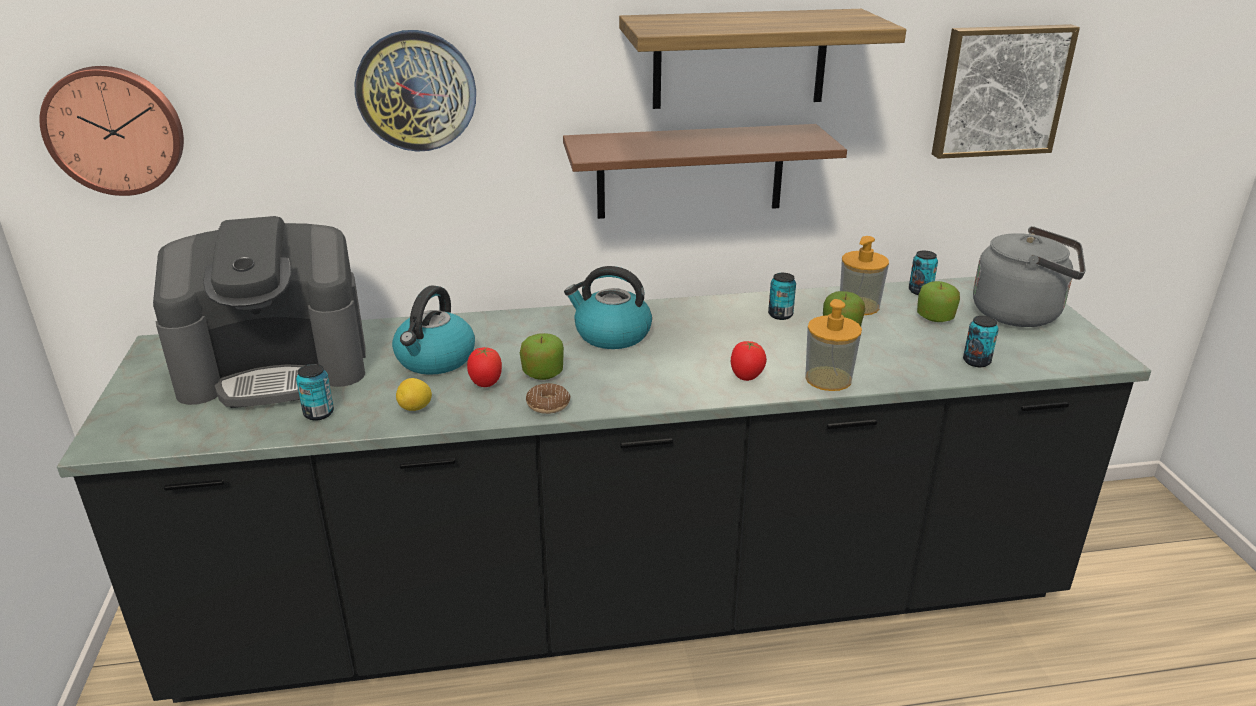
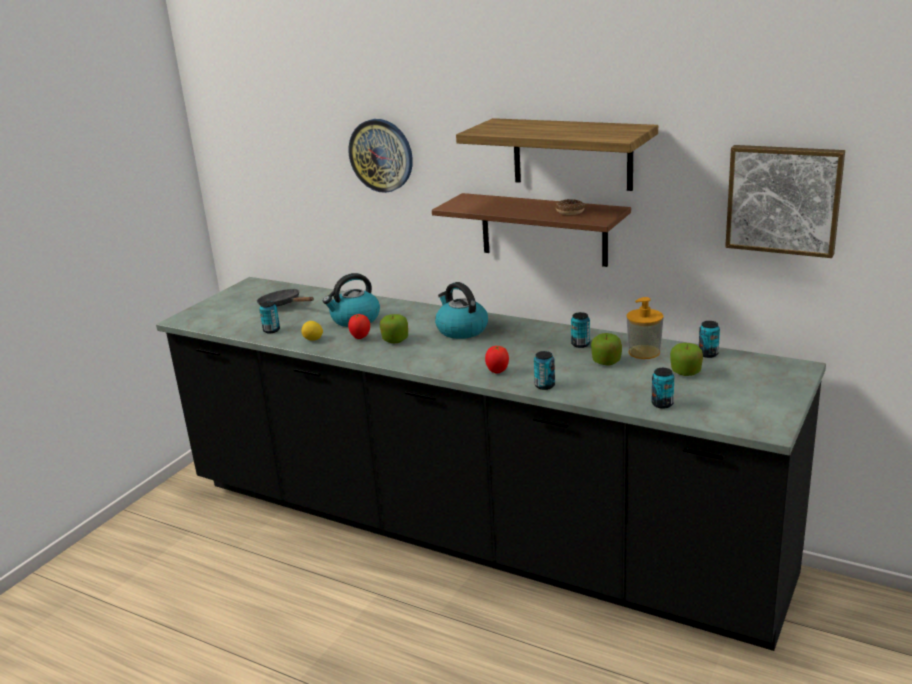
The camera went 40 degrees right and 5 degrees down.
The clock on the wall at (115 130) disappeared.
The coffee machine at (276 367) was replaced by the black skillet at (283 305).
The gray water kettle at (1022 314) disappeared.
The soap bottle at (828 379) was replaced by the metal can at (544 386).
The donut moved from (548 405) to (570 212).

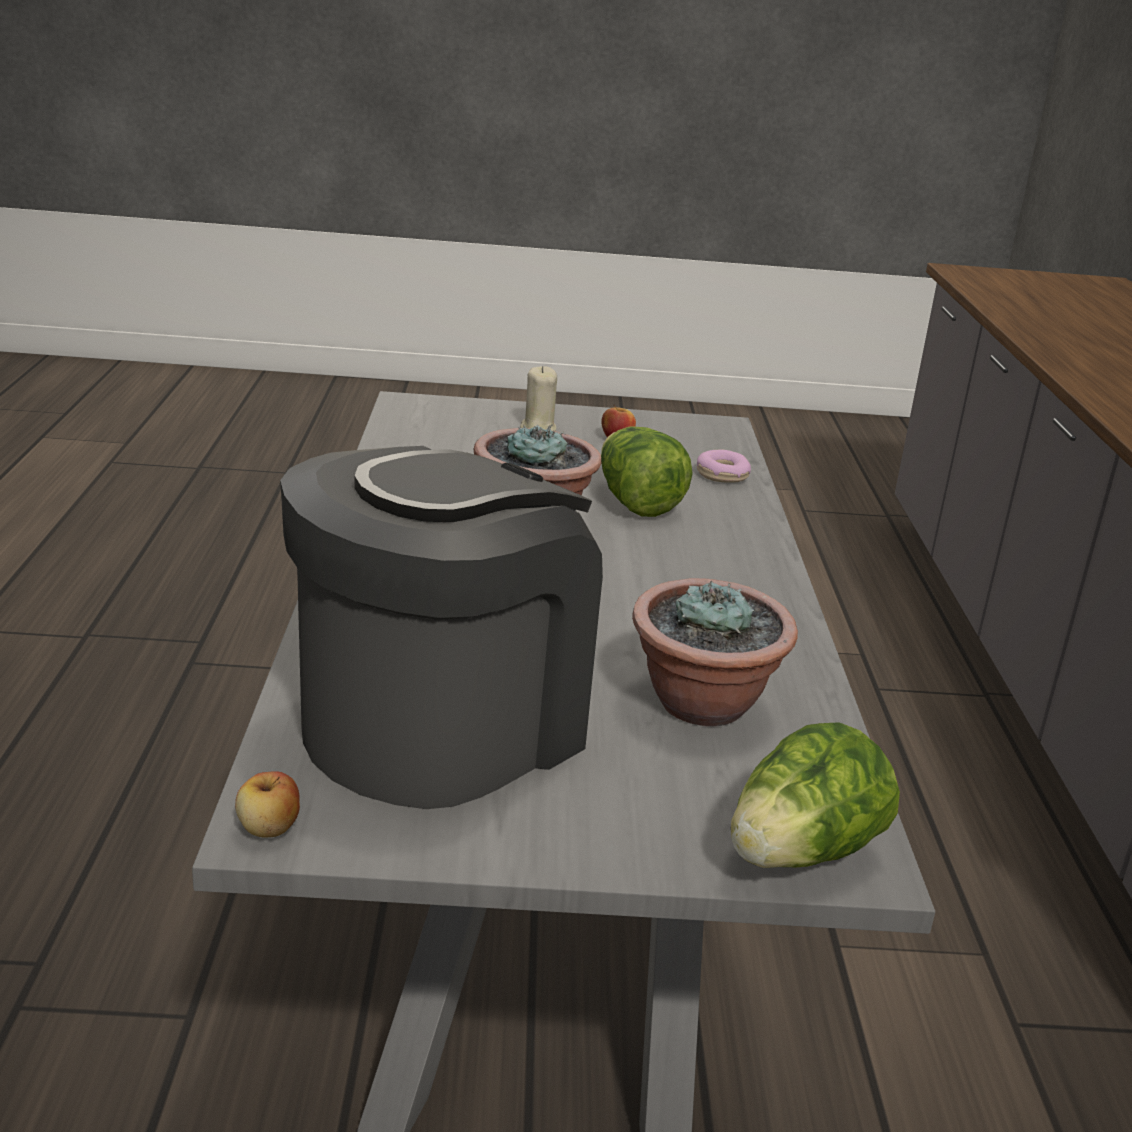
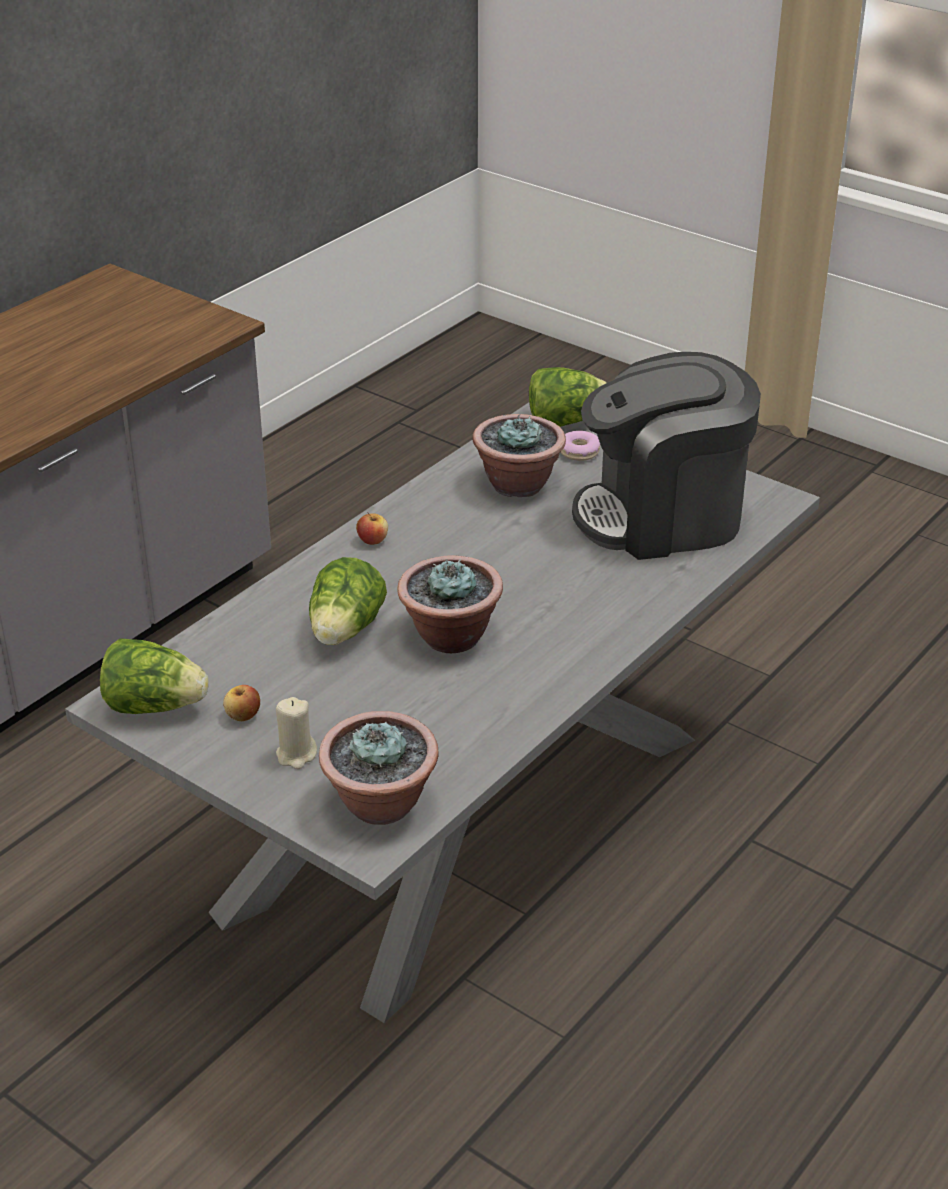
The camera went 140 degrees left and 10 degrees up.
The donut moved from (722 475) to (579 451).
The apple fruit moved from (269 829) to (373 540).
The head of lettuce at (154 706) appeared.
The plant in a pot at (381 805) appeared.

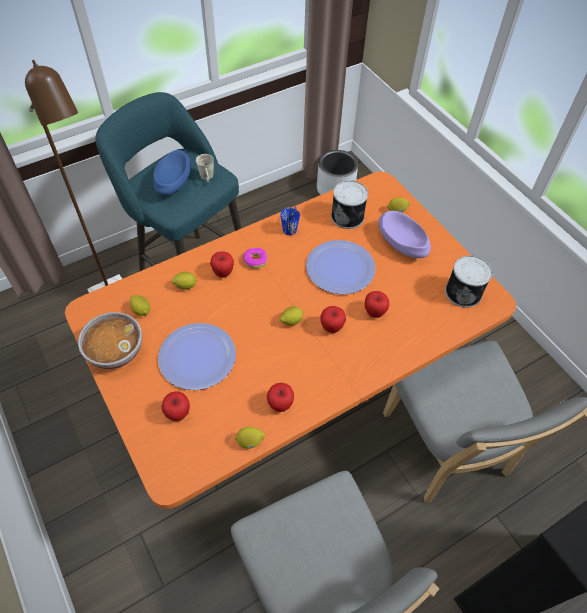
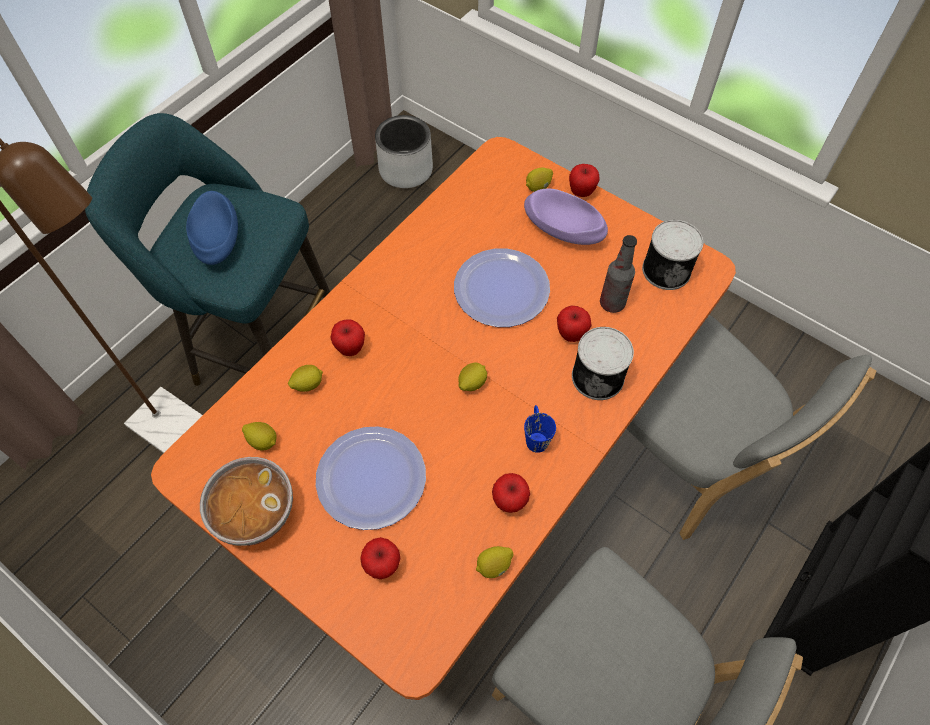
The camera went 20 degrees left and 5 degrees up.
The white tea mug at (207 178) disappeared.
The metal can moved from (348 216) to (598 375).
The blue tea mug moved from (291 226) to (536 435).
The donut at (255 260) disappeared.
The apple fruit moved from (331 327) to (581 192).
The drink bottle at (612 303) appeared.

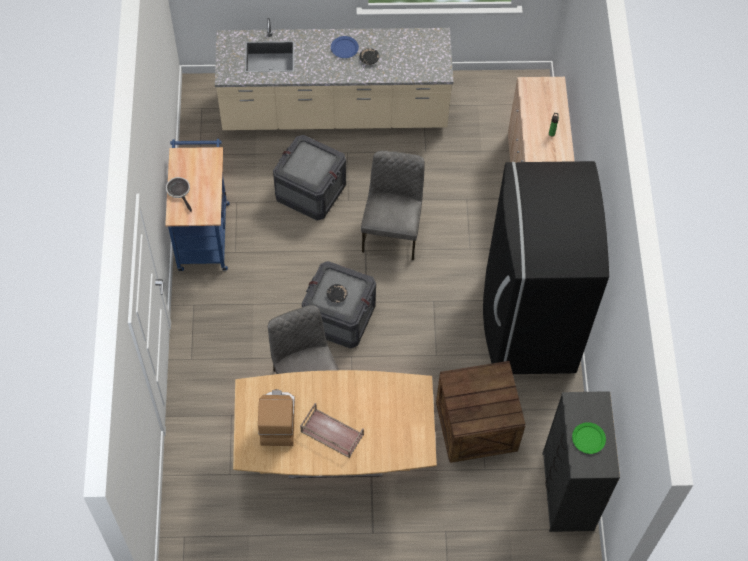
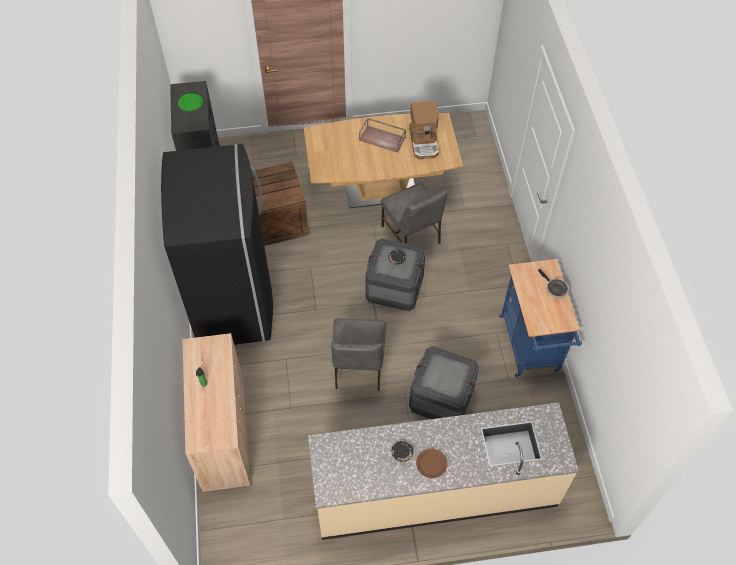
The camera went 175 degrees right and 5 degrees down.
The blue plate at (344 48) became the brown-coloured plate at (431 464).

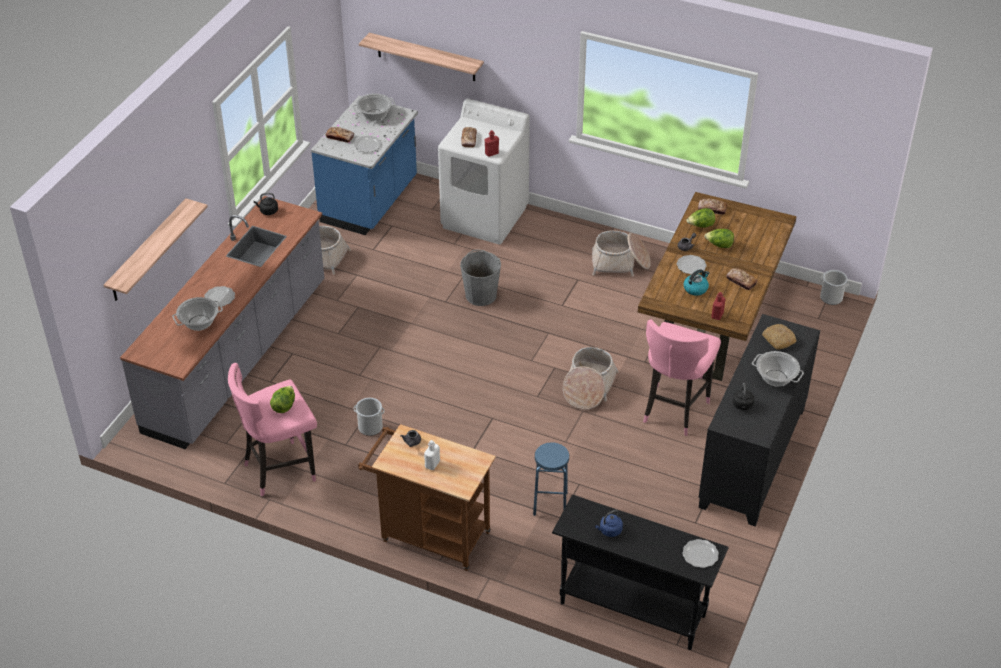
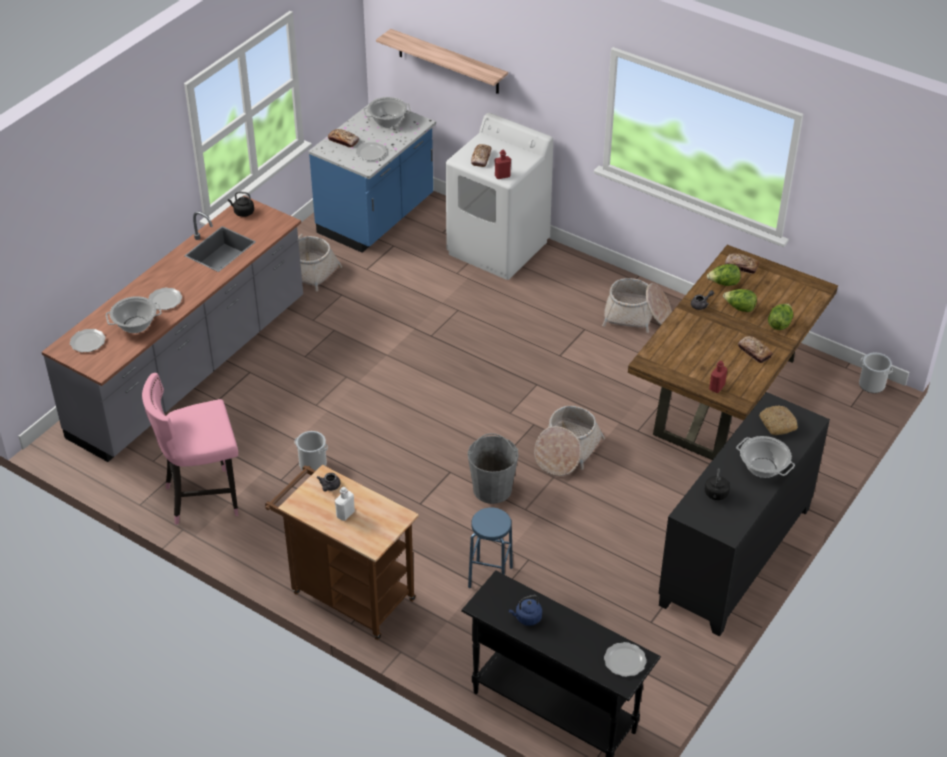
The camera went 10 degrees right and 0 degrees up.
The wall shelf at (148 251) disappeared.
The gray pail moved from (481 295) to (492 489).
The plate moved from (691 265) to (87 341).
The water kettle at (695 288) disappeared.
The pink stool at (674 409) disappeared.
The head of lettuce moved from (284 406) to (779 324).

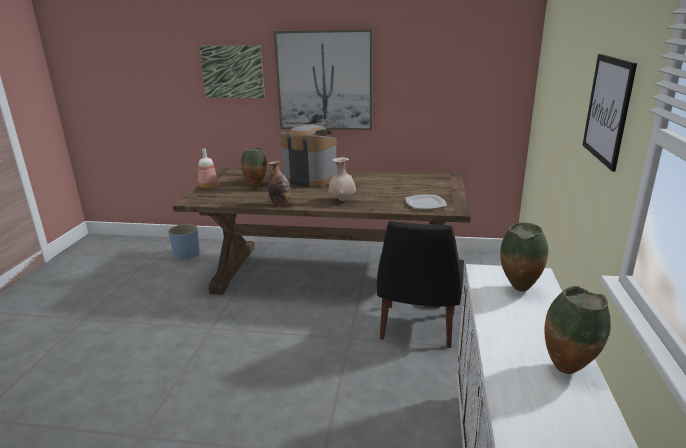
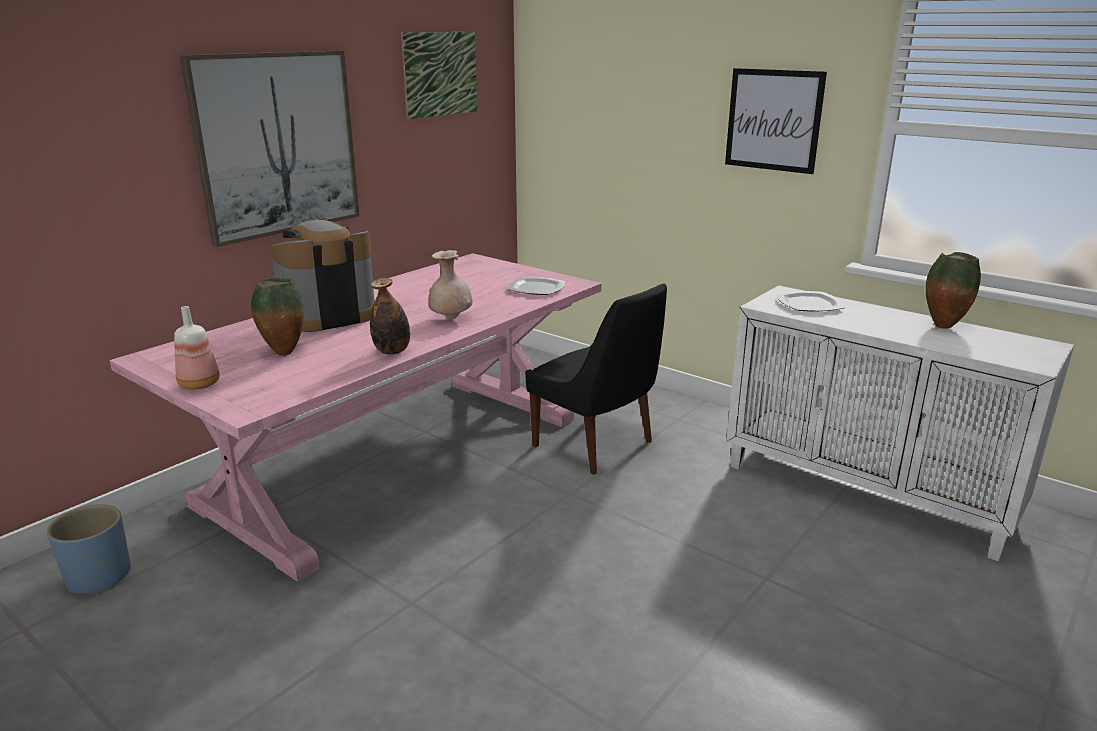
The camera went 60 degrees left and 0 degrees up.
The wall picture moved from (232 72) to (440 74).
The brown-coloured dining table at (329 274) became the pink dining table at (399 460).
The decorative vase at (519 290) was replaced by the plate at (810 304).

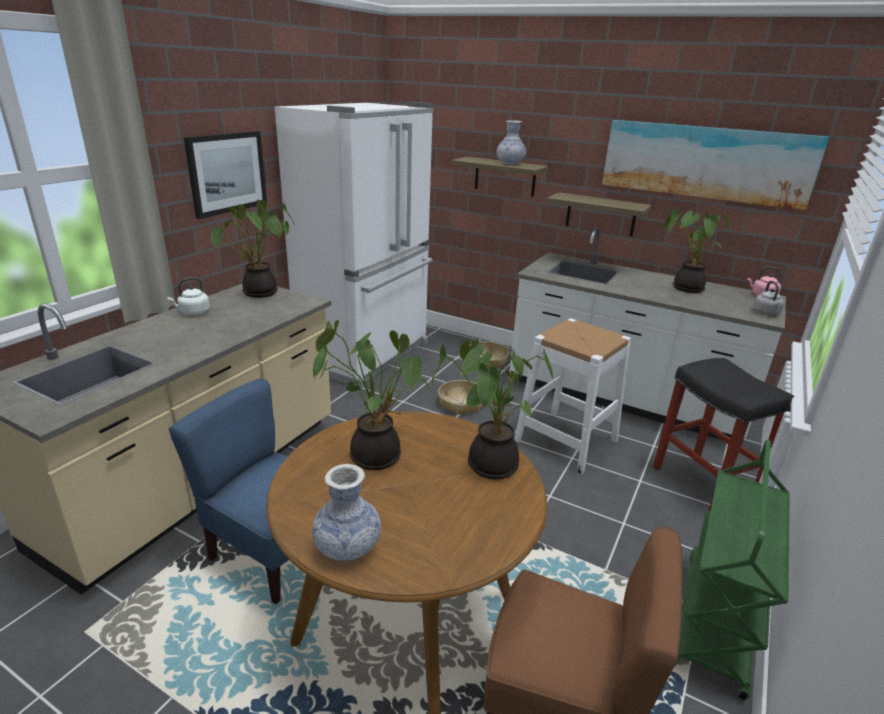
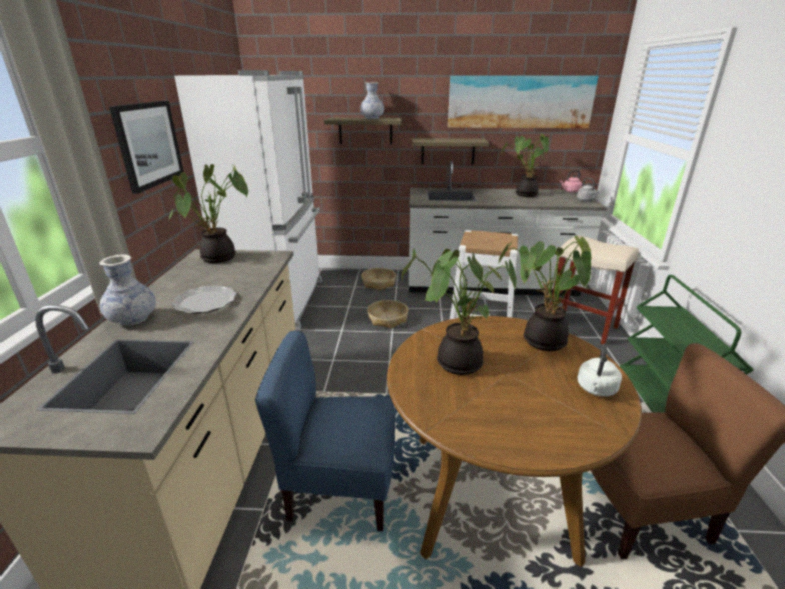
The camera went 25 degrees left and 0 degrees up.
The white water kettle moved from (193 312) to (596 389).
The black stool at (704 485) became the sand-coloured stool at (583 326).
The decorative vase moved from (347 547) to (133 319).
The plate at (205 302) appeared.

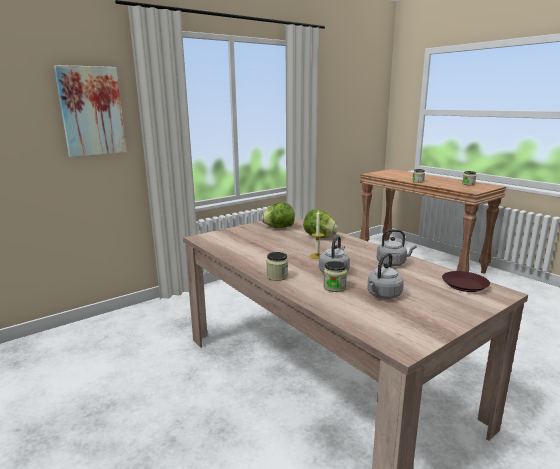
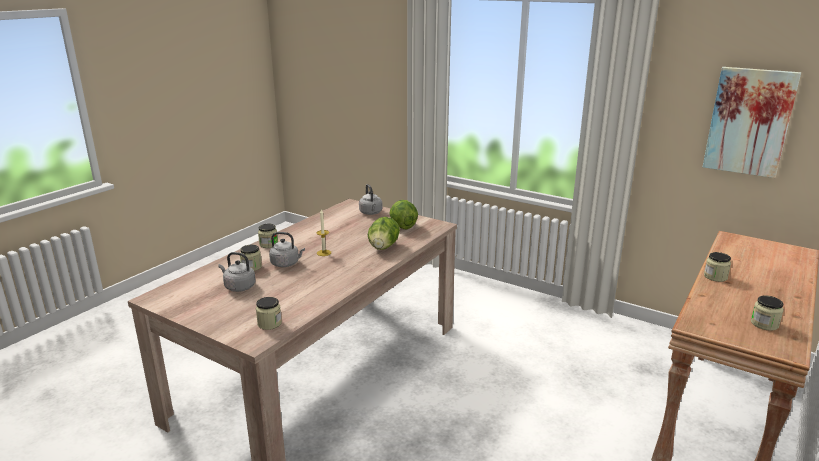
The camera went 70 degrees right and 5 degrees up.
The wall picture moved from (92 111) to (749 121).
The gray water kettle moved from (392 263) to (371 213).
The brown-coloured plate at (465 285) was replaced by the storage jar at (269 323).

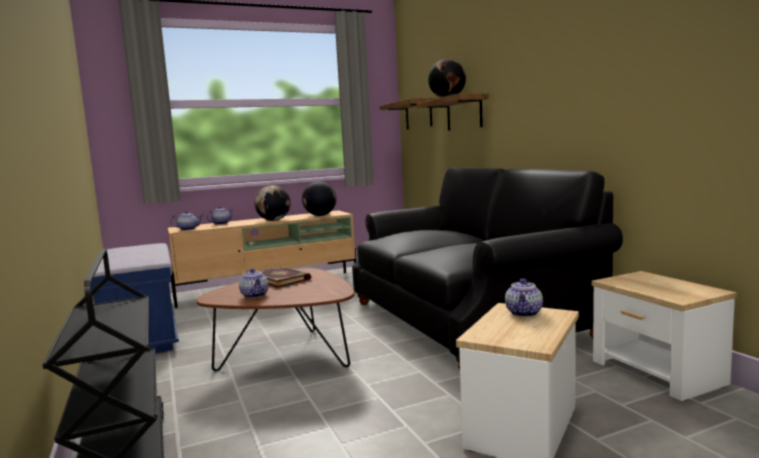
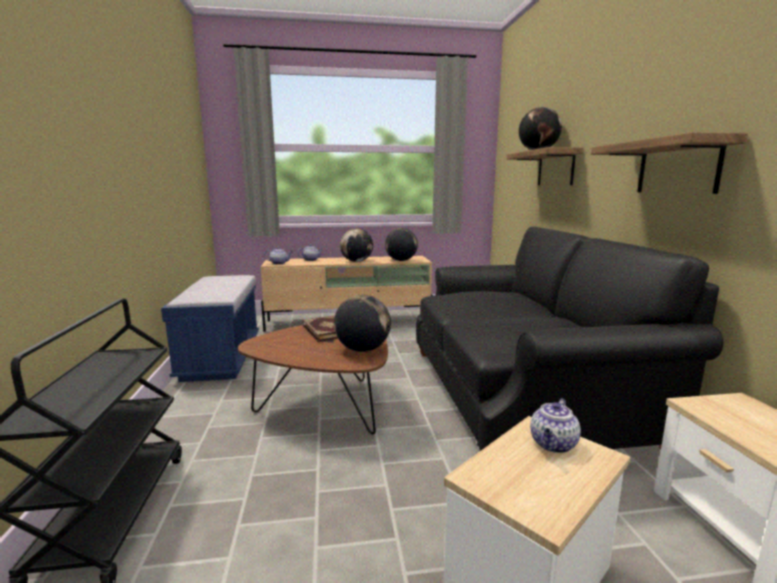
The camera went 15 degrees right and 5 degrees up.
The wall shelf moved from (418 115) to (677 167).
The teapot at (255 295) disappeared.
The world globe at (362 349) appeared.

